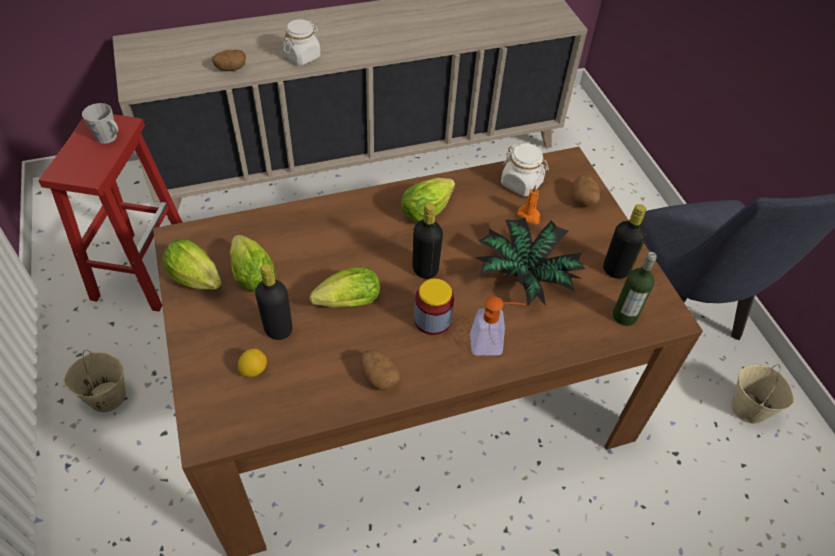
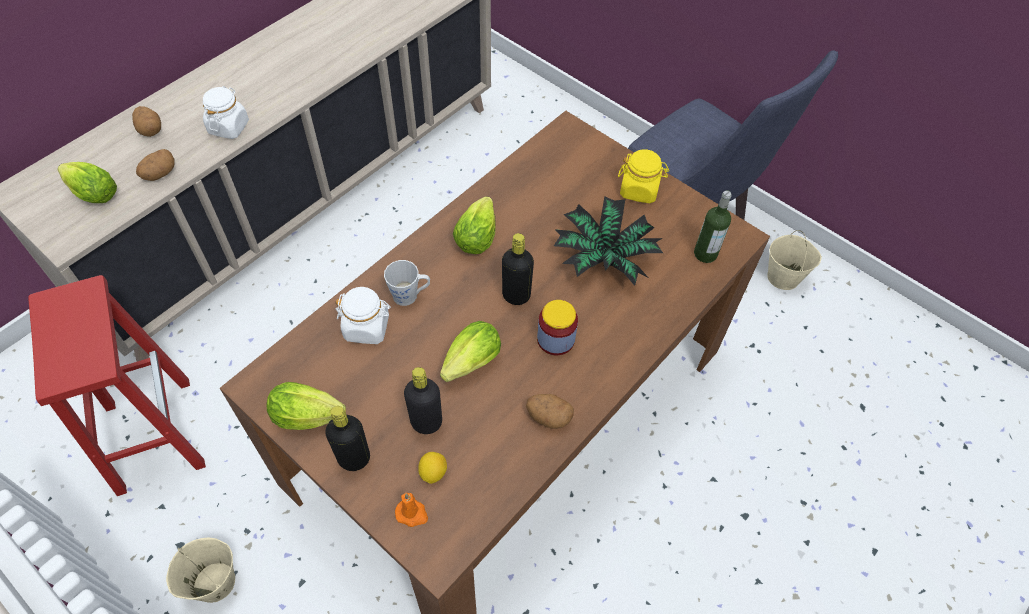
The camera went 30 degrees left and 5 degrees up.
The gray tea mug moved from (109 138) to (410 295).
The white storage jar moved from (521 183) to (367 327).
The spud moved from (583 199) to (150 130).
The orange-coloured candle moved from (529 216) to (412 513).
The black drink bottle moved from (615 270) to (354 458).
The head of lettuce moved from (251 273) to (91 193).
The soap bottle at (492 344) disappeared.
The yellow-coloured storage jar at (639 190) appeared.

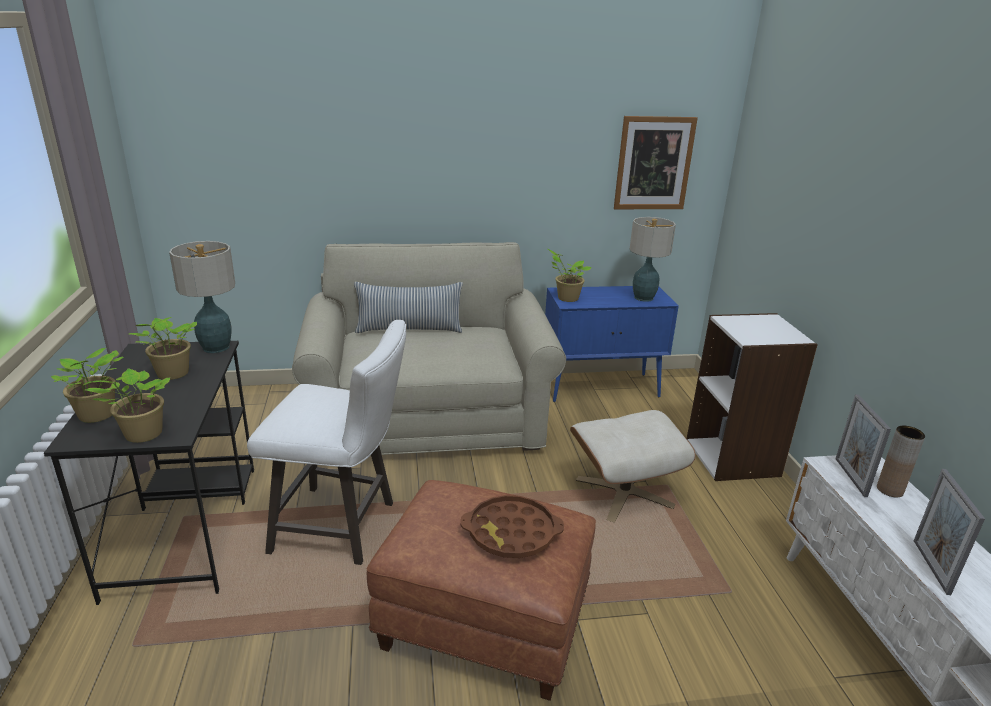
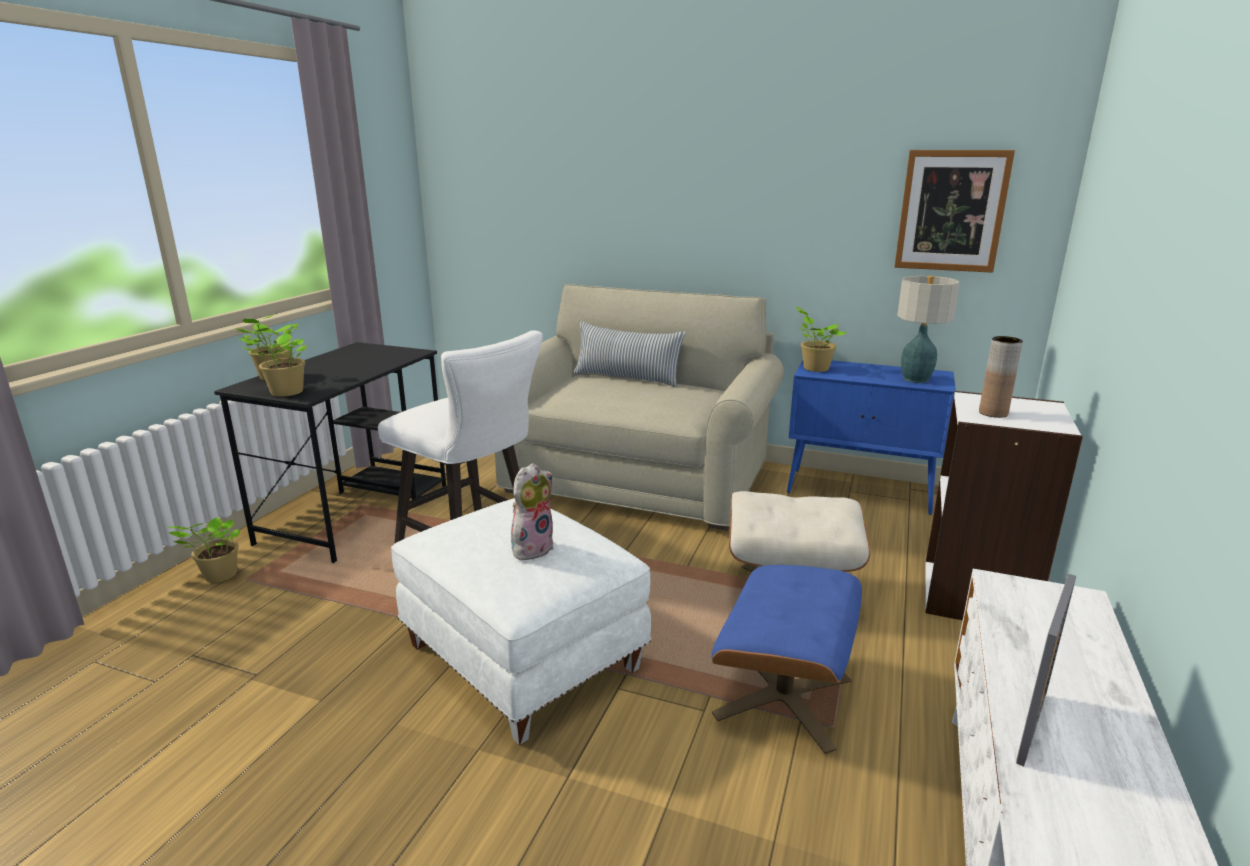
The camera went 30 degrees right and 5 degrees down.
The tabletop lamp at (216 348) disappeared.
The plant in a pot moved from (171 374) to (218 576).
The standing frame at (850 477) disappeared.
The brown-coloured decorative vase moved from (889 490) to (993 413).
The brown-coloured ottoman at (486 621) became the white ottoman at (526 657).
The brown-coloured tray at (511 533) was replaced by the soft toy at (532 548).
The blue ottoman at (784 698) appeared.

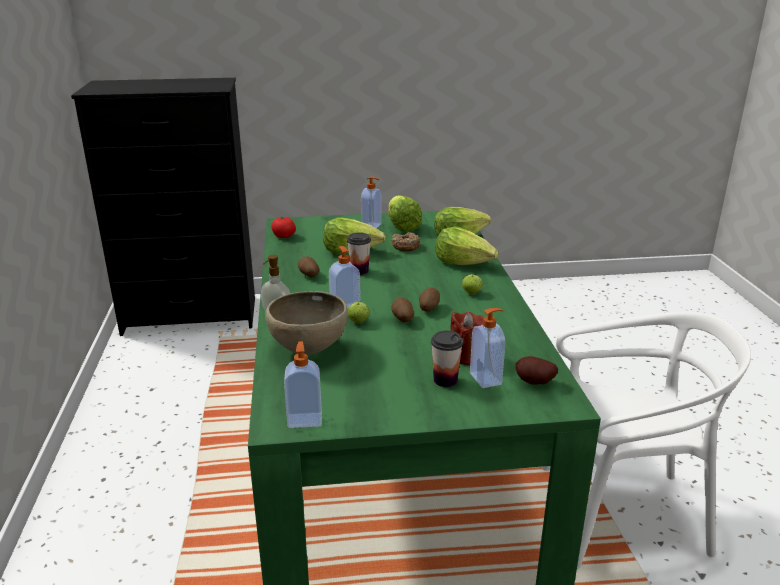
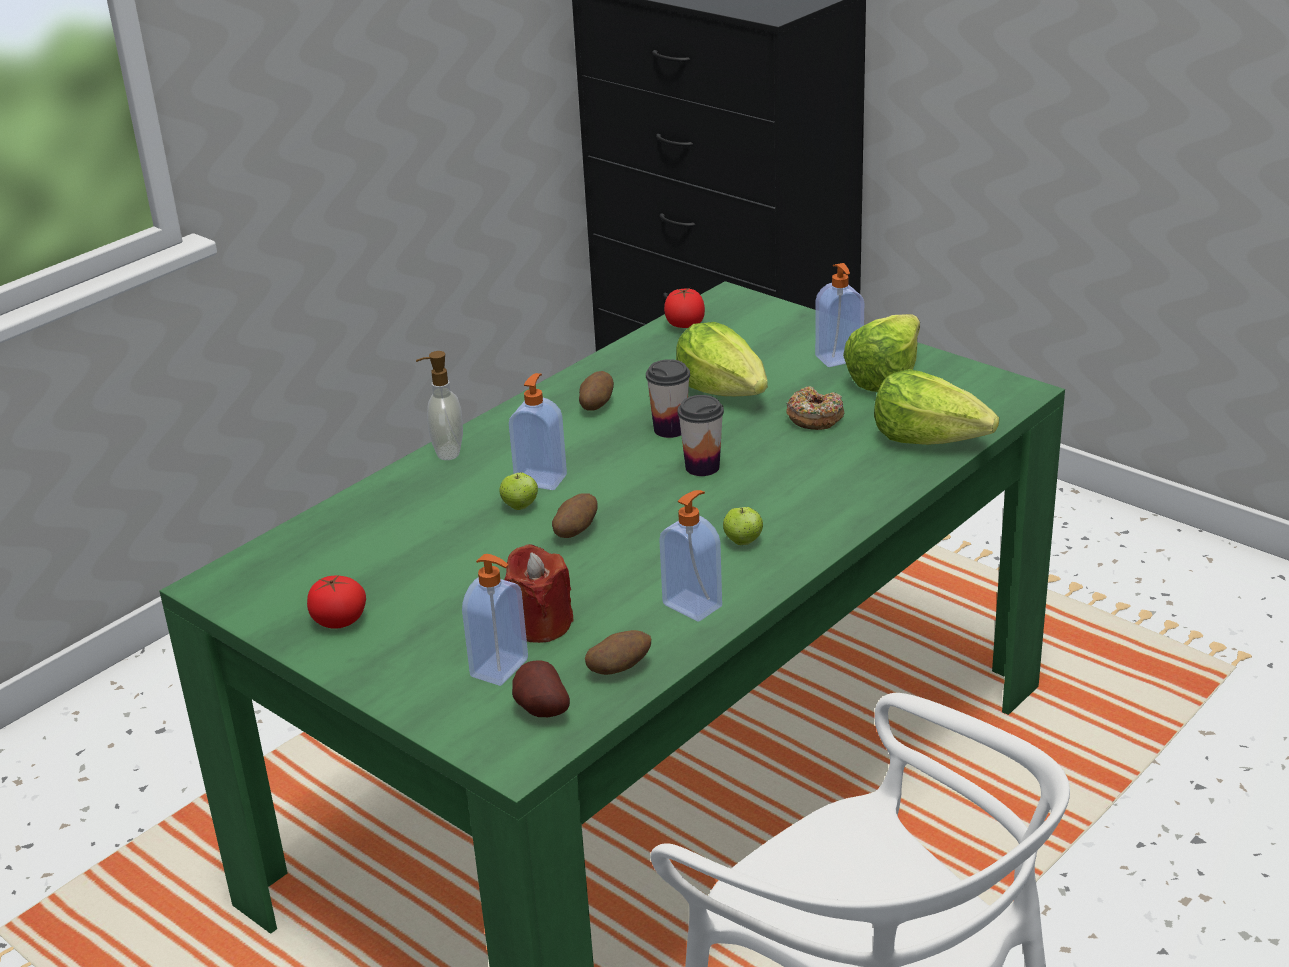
The camera went 50 degrees right and 5 degrees up.
The head of lettuce at (464 263) disappeared.
The spud moved from (428 308) to (619 669).
The brown-coloured bowl at (309 350) disappeared.
The cup moved from (445 380) to (702 467).
The soap bottle moved from (304 419) to (693 604).
The fresh tomato at (339 621) appeared.

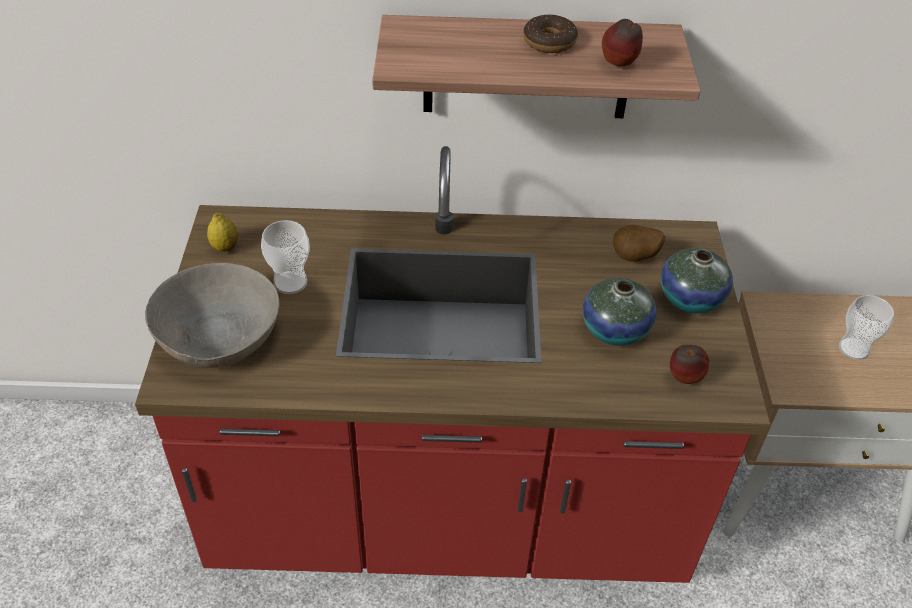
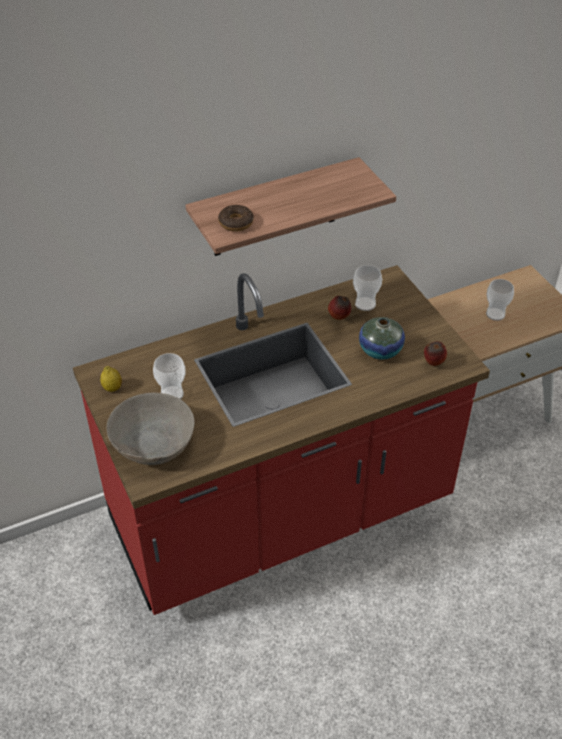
The camera went 25 degrees left and 0 degrees up.
The donut moved from (549 42) to (236 223).
The apple fruit moved from (619 65) to (339 317).
The spud at (634 258) was replaced by the cup at (365 304).
The decorative vase at (690 299) disappeared.

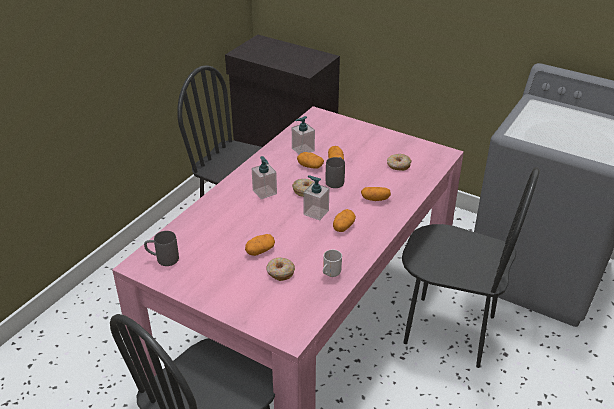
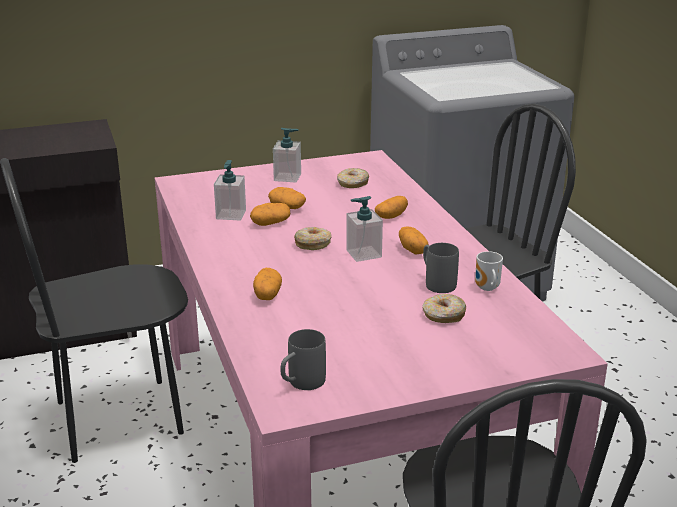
The camera went 50 degrees left and 10 degrees down.
The soap bottle moved from (264 192) to (287 177).
The gray tea mug moved from (336 180) to (436 283).
The spud moved from (260 251) to (267 294).

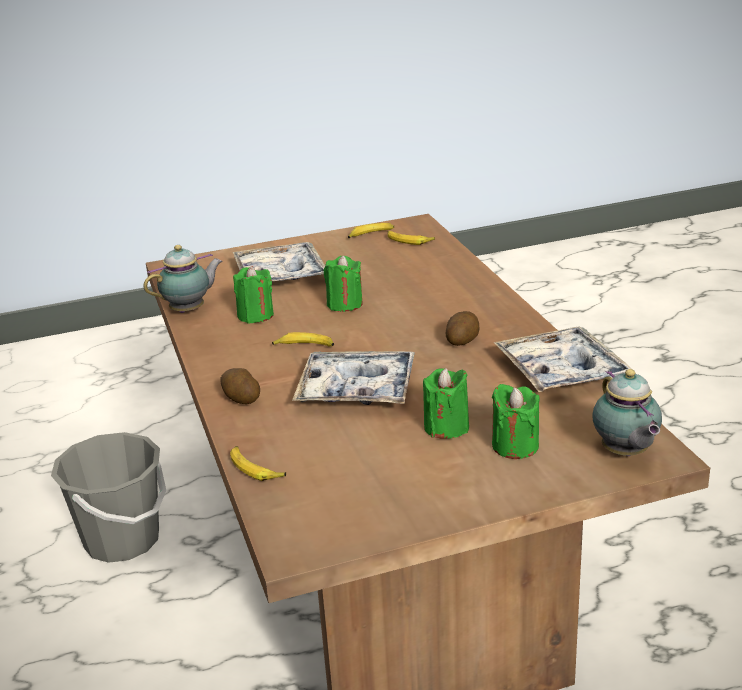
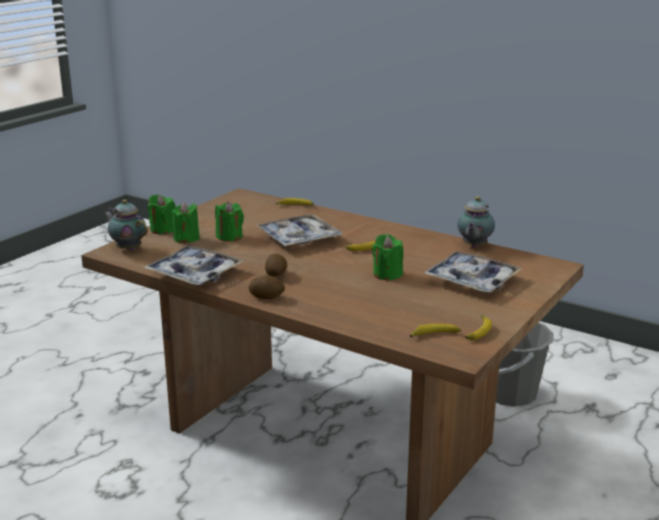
The camera went 140 degrees right and 5 degrees down.
The green candle moved from (255 315) to (163 229).
The spud moved from (241 398) to (267 297).

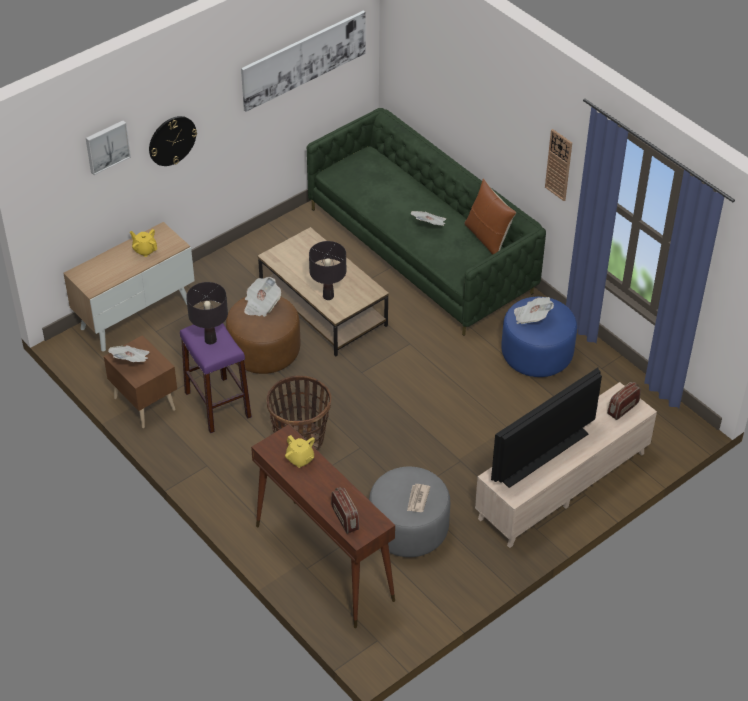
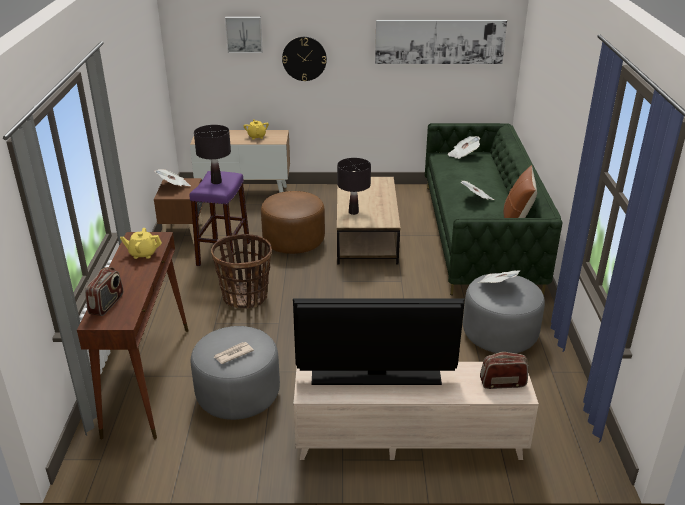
The camera went 40 degrees right and 15 degrees down.
The clock on the wall at (559 165) disappeared.
The daily paper moved from (261 305) to (463 155).
The blue ottoman at (537 354) became the gray ottoman at (500 334).
The yellow-coloured teapot at (300 459) turned 90 degrees clockwise.

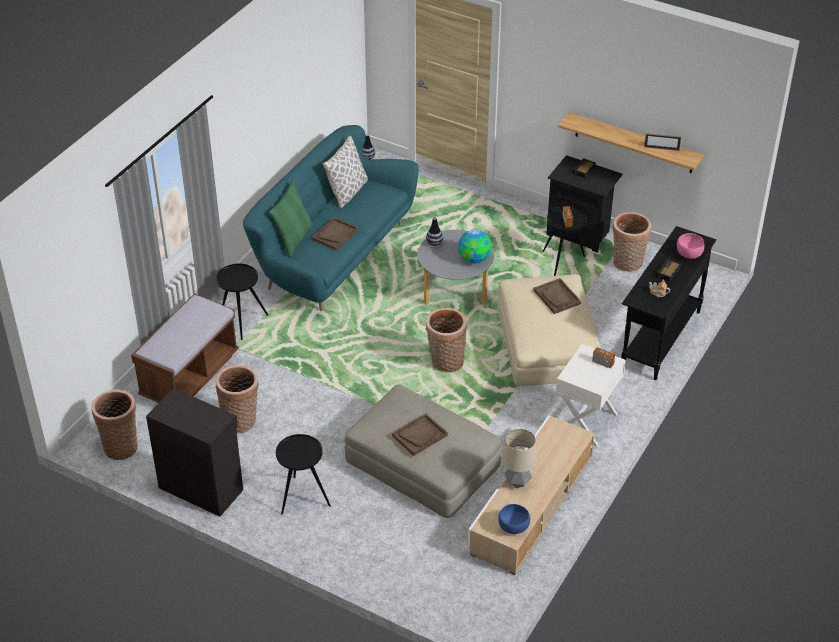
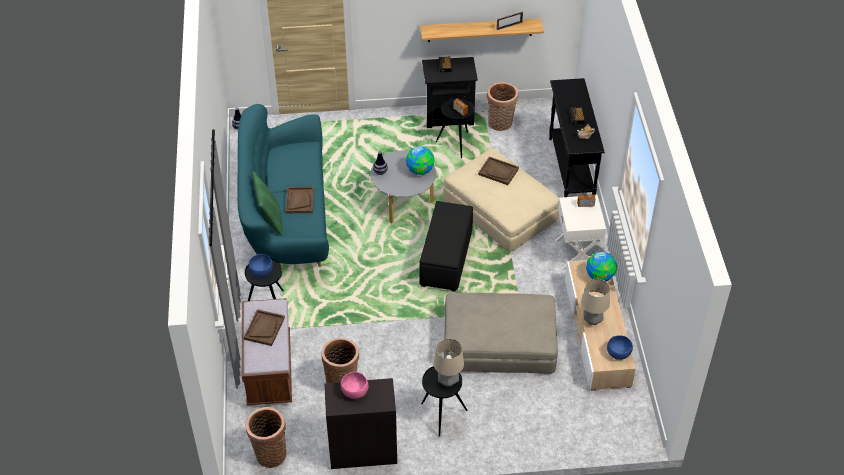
The camera went 35 degrees left and 5 degrees up.
The throw pillow at (347 192) disappeared.
The pink bowl moved from (689 254) to (355 391).
The storage basket at (445 362) was replaced by the black ottoman at (446 260).
The brown-coloured tray moved from (419 435) to (264 328).
The world globe at (600 276) appeared.
The blue bowl at (261 271) appeared.
The tabletop lamp at (448 381) appeared.

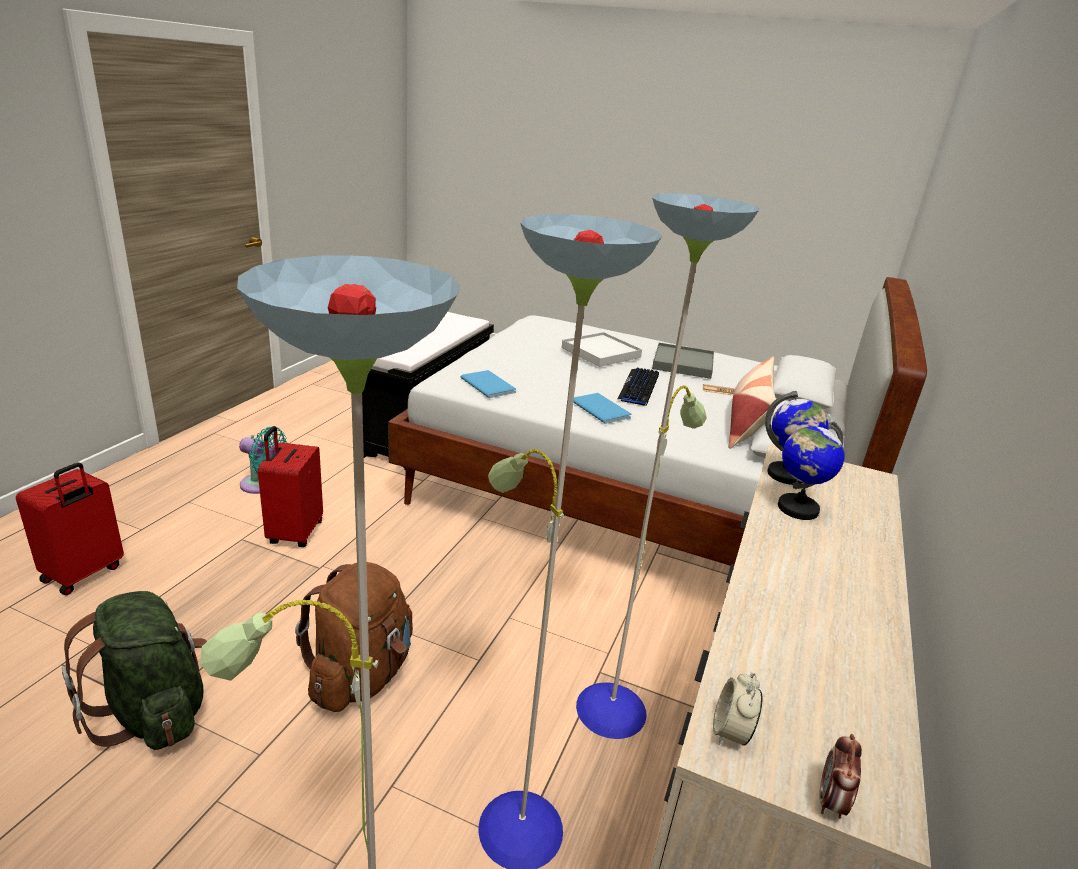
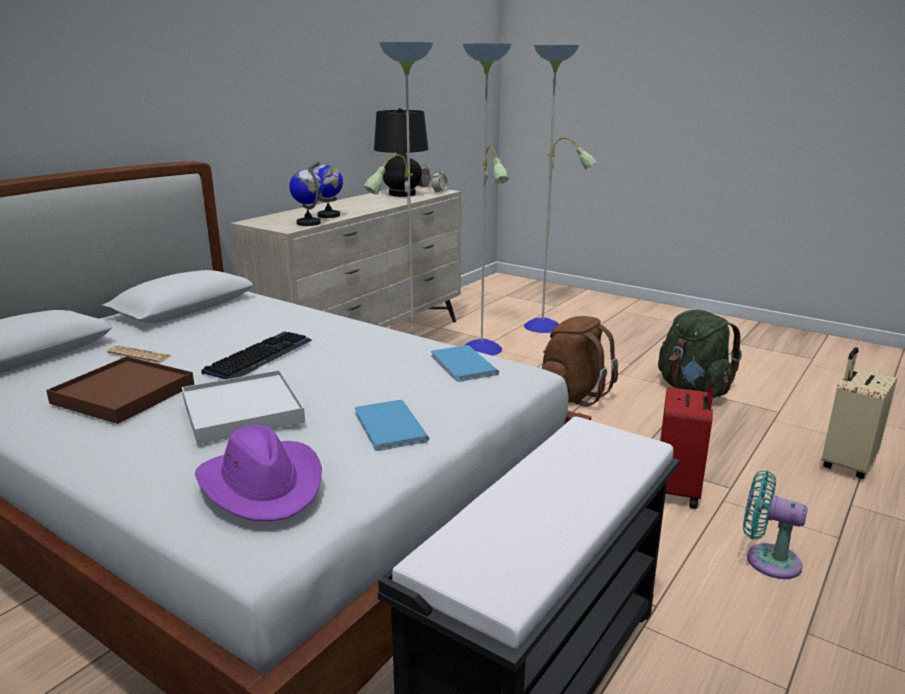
The camera went 165 degrees left and 5 degrees down.
The gray tray at (683 364) became the brown-coloured tray at (123 394).
The throw pillow at (746 424) disappeared.
The blue bound book moved from (601 408) to (388 428).
The red-coloured travel case at (84 574) became the sand-coloured travel case at (846 464).
The black tabletop lamp at (402 194) appeared.
The purplish clothing hat at (262 484) appeared.

